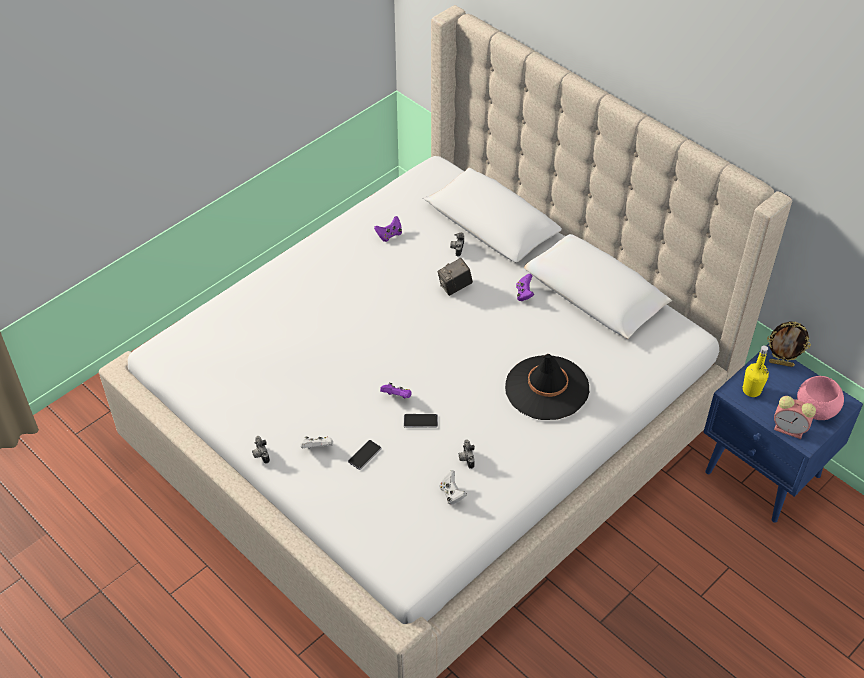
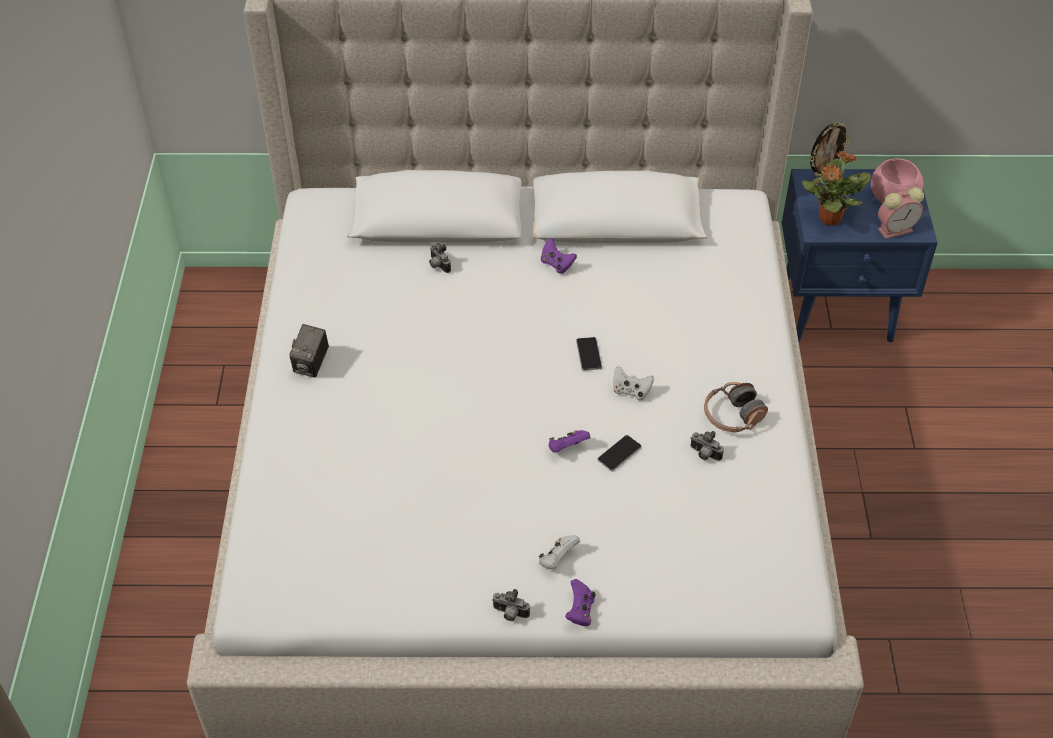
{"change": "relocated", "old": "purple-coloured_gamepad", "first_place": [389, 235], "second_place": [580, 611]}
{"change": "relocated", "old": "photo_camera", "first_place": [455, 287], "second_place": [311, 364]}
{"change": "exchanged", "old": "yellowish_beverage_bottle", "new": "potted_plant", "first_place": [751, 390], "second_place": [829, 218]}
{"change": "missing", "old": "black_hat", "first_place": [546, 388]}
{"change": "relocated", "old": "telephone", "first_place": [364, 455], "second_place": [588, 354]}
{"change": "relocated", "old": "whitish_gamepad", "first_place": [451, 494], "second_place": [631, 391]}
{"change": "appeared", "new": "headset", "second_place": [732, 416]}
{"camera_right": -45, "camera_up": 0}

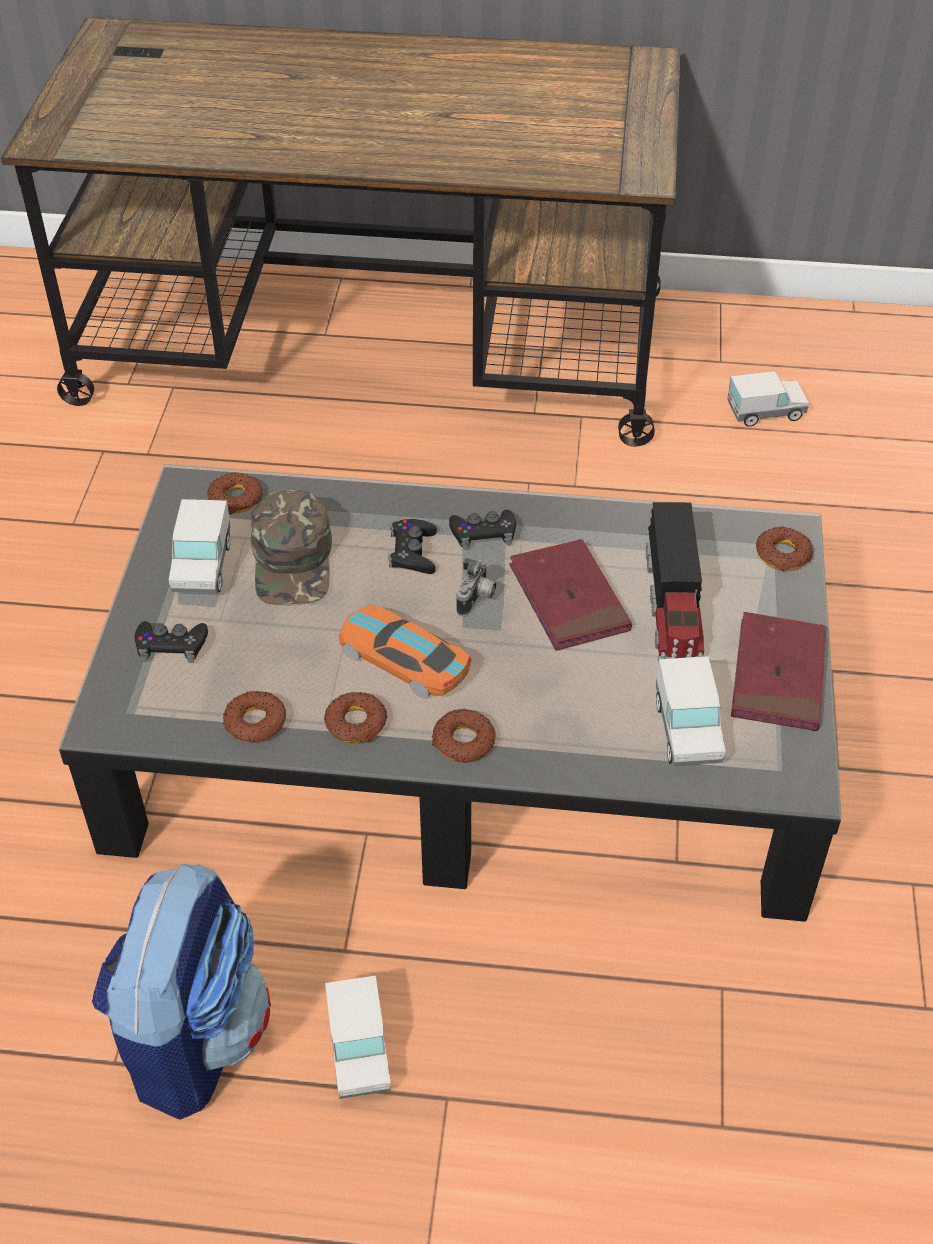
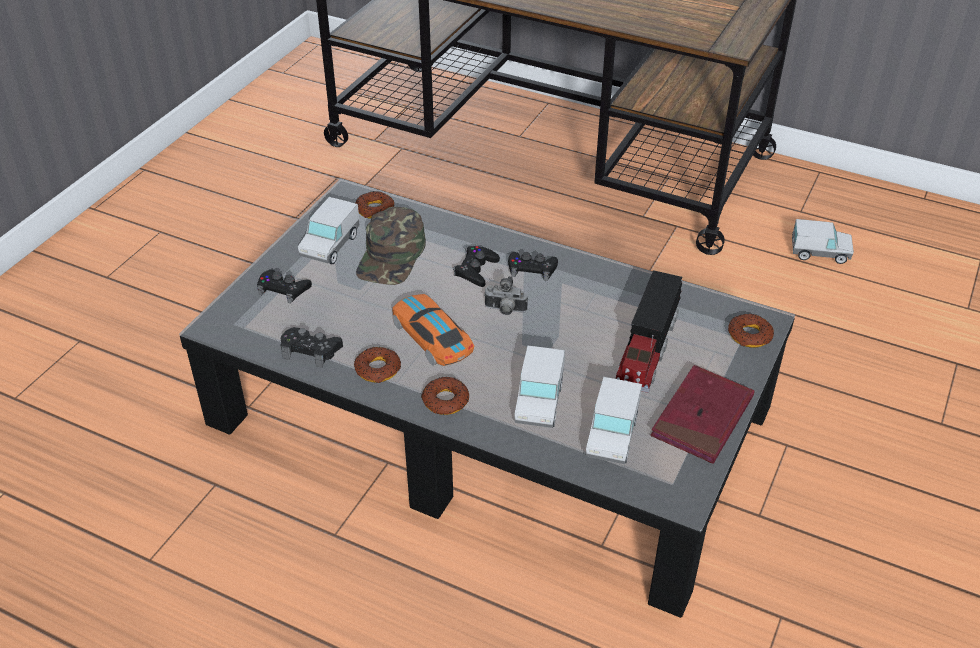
{"change": "missing", "old": "red-coloured_volume", "first_place": [569, 599]}
{"change": "spun", "old": "photo_camera", "first_place": [477, 599], "second_place": [505, 311], "degrees": 60}
{"change": "exchanged", "old": "donut", "new": "black_gamepad", "first_place": [255, 722], "second_place": [311, 351]}
{"change": "missing", "old": "backpack", "first_place": [193, 1035]}
{"change": "relocated", "old": "model_truck", "first_place": [359, 1052], "second_place": [539, 403]}
{"camera_right": 20, "camera_up": -5}

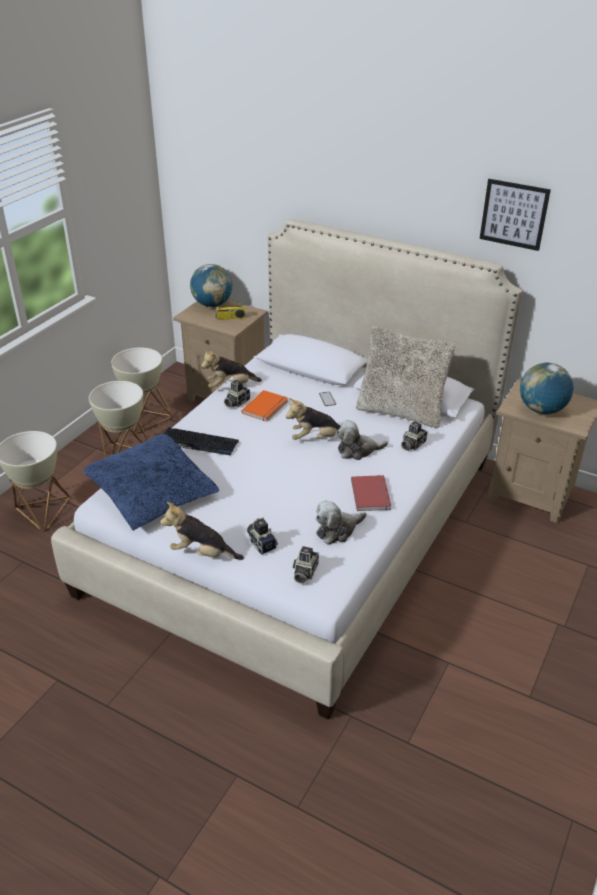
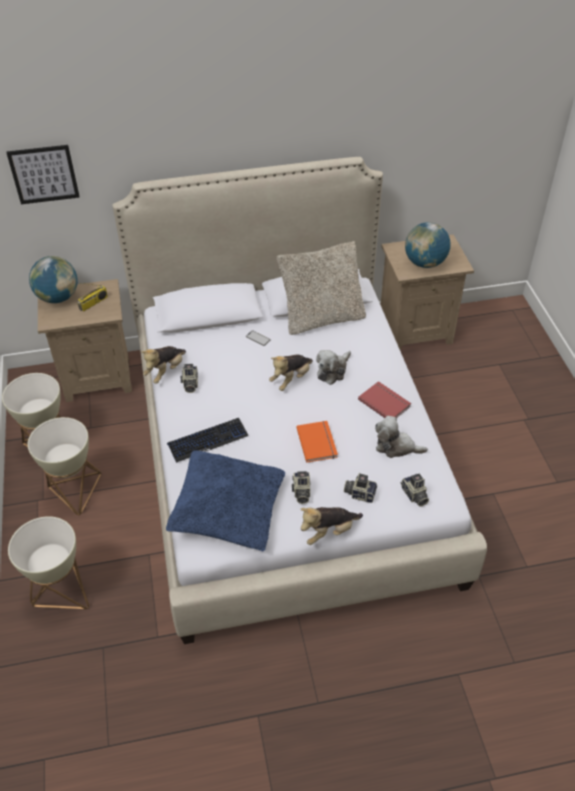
{"change": "relocated", "old": "wall_picture", "first_place": [514, 214], "second_place": [44, 174]}
{"change": "relocated", "old": "orangey_volume", "first_place": [266, 407], "second_place": [318, 442]}
{"change": "relocated", "old": "photo_camera", "first_place": [412, 444], "second_place": [301, 492]}
{"change": "spun", "old": "plush_toy", "first_place": [337, 530], "second_place": [396, 446], "degrees": 90}
{"camera_right": -40, "camera_up": 10}

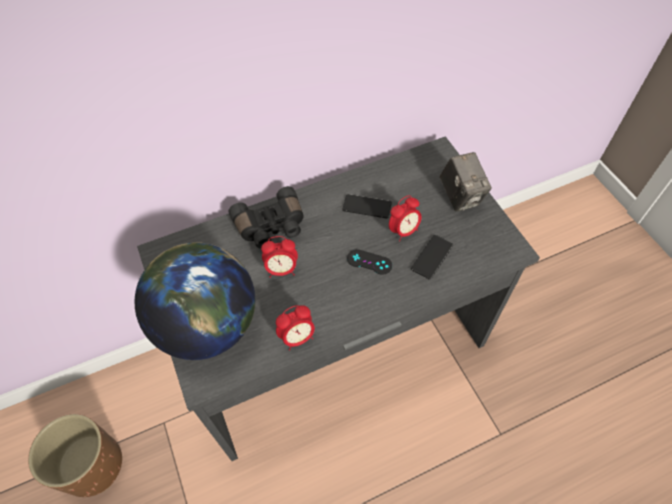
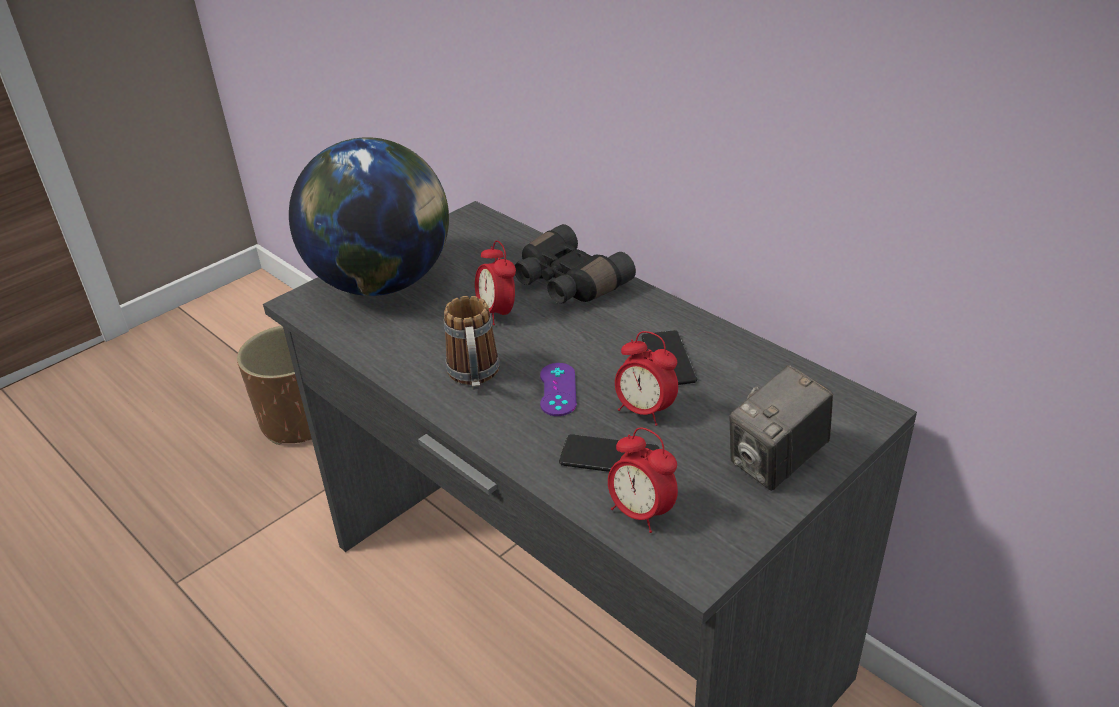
{"change": "colour", "old": "black_gamepad", "new": "purple-coloured_gamepad", "first_place": [369, 262], "second_place": [558, 389]}
{"change": "relocated", "old": "table_clock", "first_place": [297, 337], "second_place": [641, 513]}
{"change": "appeared", "new": "mug", "second_place": [474, 377]}
{"camera_right": 70, "camera_up": -20}

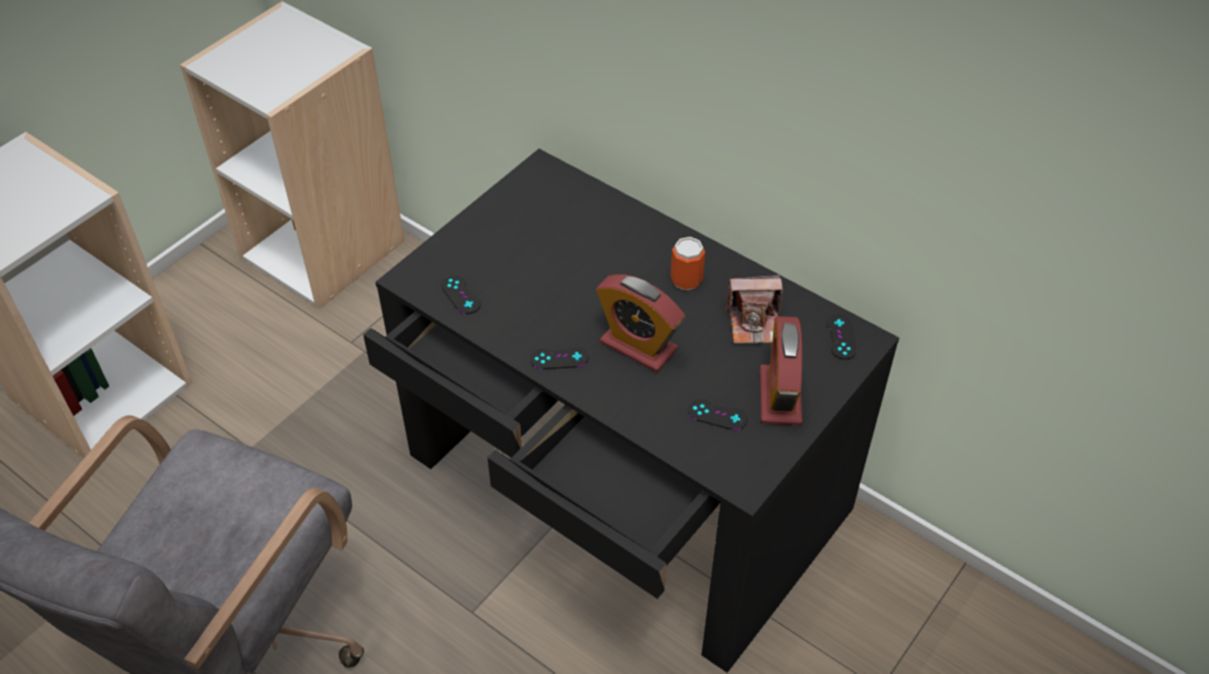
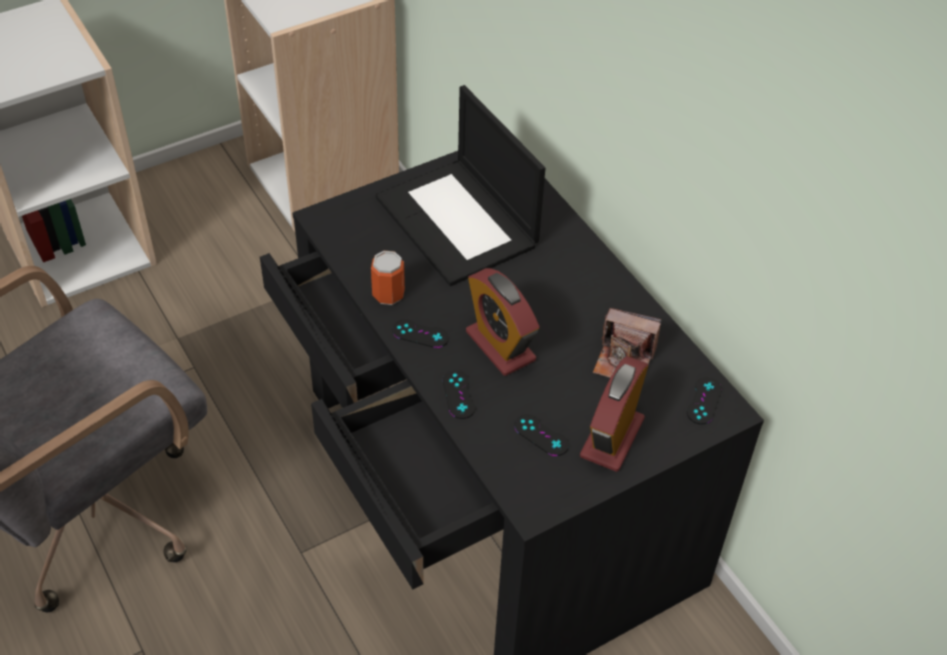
{"change": "relocated", "old": "metal_can", "first_place": [686, 280], "second_place": [388, 294]}
{"change": "relocated", "old": "black_gamepad", "first_place": [460, 295], "second_place": [459, 394]}
{"change": "appeared", "new": "notebook_computer", "second_place": [459, 222]}
{"camera_right": 20, "camera_up": 0}

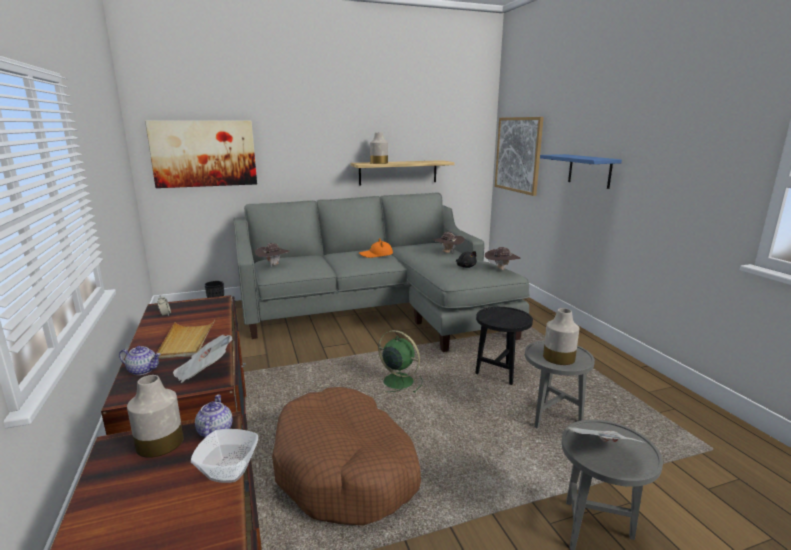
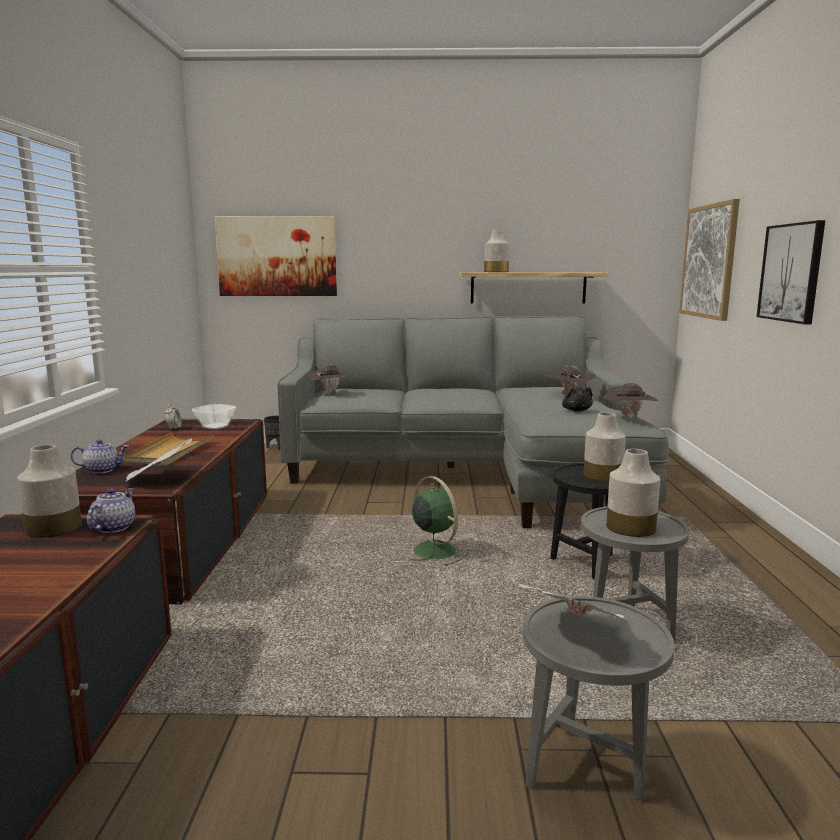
{"change": "exchanged", "old": "bluish_shelf", "new": "wall_picture", "first_place": [589, 171], "second_place": [791, 272]}
{"change": "missing", "old": "orangey_hat", "first_place": [376, 254]}
{"change": "spun", "old": "tea_pot", "first_place": [143, 370], "second_place": [102, 470], "degrees": -45}
{"change": "missing", "old": "brown_dog_bed", "first_place": [346, 469]}
{"change": "relocated", "old": "deep_dish", "first_place": [229, 471], "second_place": [215, 426]}
{"change": "appeared", "new": "beige-coloured_vase", "second_place": [603, 475]}
{"camera_right": 20, "camera_up": -5}

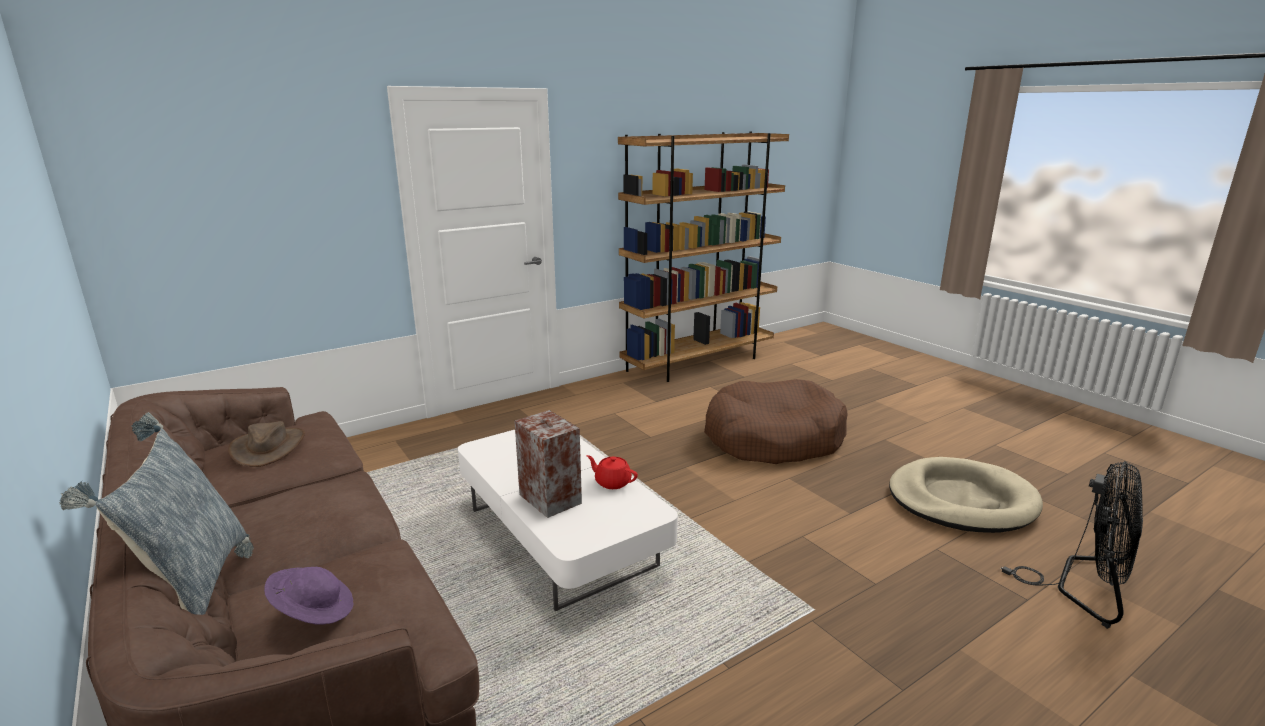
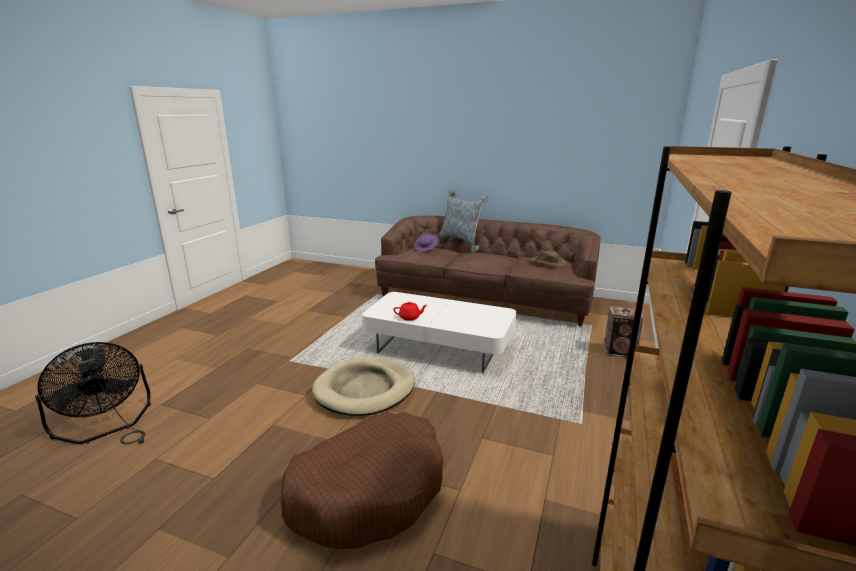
{"change": "relocated", "old": "speaker", "first_place": [549, 498], "second_place": [620, 352]}
{"change": "relocated", "old": "beige-coloured_dog_bed", "first_place": [961, 500], "second_place": [365, 390]}
{"change": "spun", "old": "black_cooling_fan", "first_place": [1083, 584], "second_place": [110, 427], "degrees": 45}
{"camera_right": 145, "camera_up": 0}

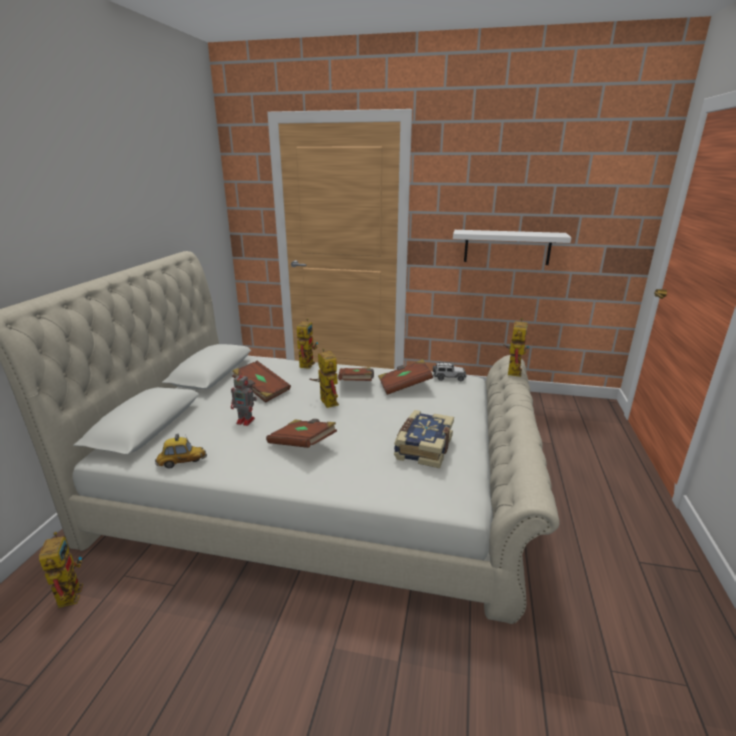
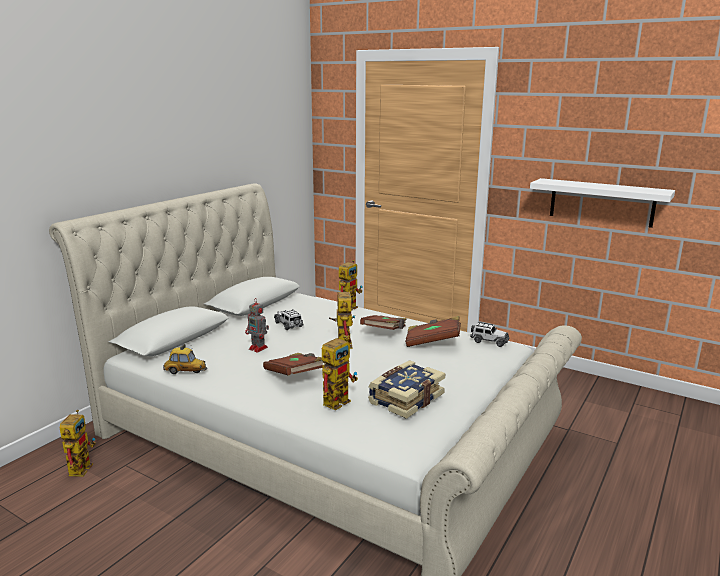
{"change": "relocated", "old": "robot_figure", "first_place": [512, 370], "second_place": [338, 399]}
{"change": "exchanged", "old": "brown_volume", "new": "miniature_car", "first_place": [261, 391], "second_place": [289, 325]}
{"camera_right": 20, "camera_up": -5}

